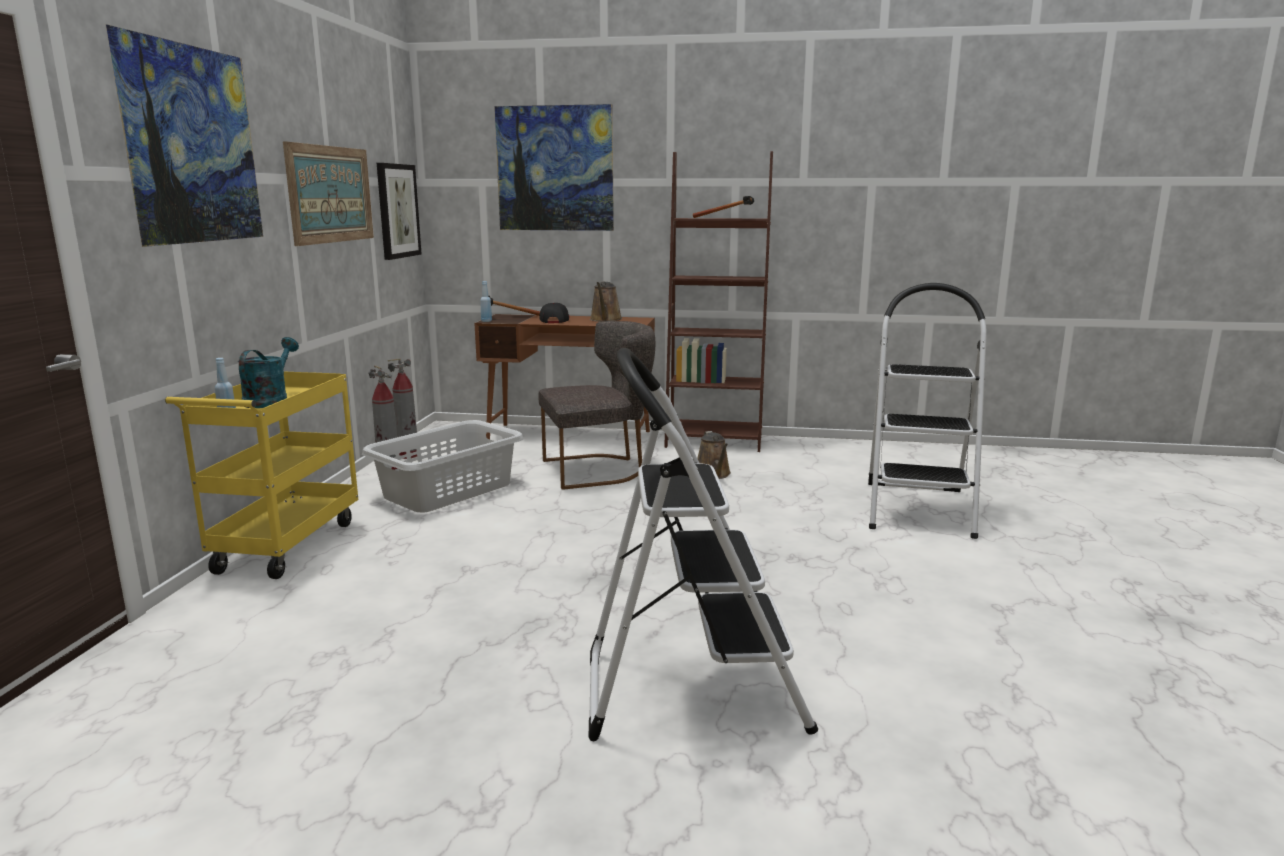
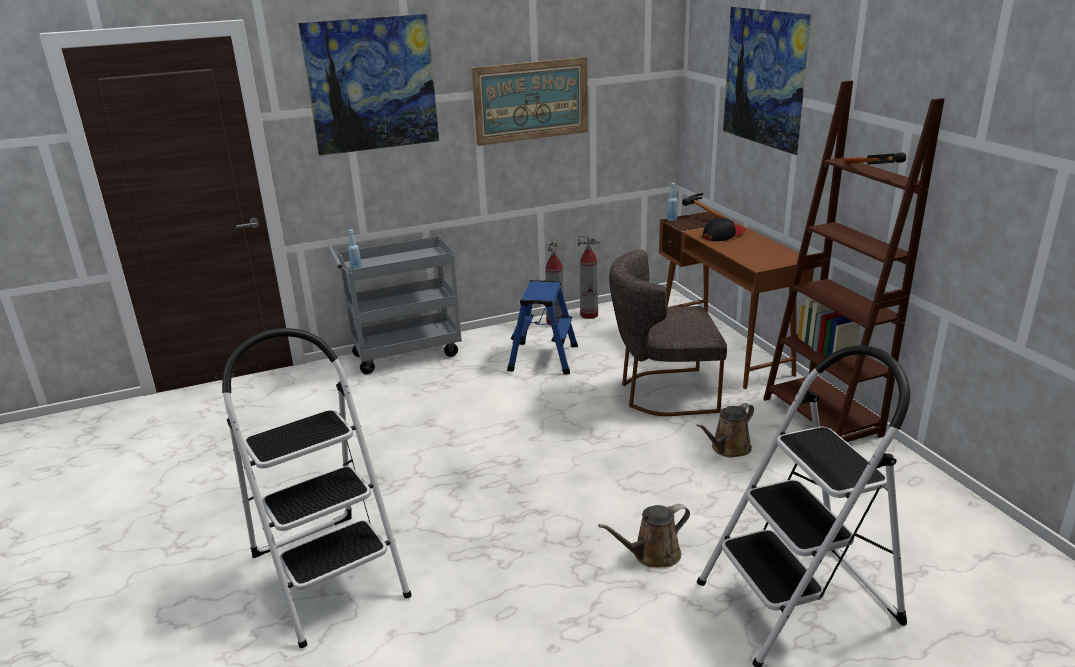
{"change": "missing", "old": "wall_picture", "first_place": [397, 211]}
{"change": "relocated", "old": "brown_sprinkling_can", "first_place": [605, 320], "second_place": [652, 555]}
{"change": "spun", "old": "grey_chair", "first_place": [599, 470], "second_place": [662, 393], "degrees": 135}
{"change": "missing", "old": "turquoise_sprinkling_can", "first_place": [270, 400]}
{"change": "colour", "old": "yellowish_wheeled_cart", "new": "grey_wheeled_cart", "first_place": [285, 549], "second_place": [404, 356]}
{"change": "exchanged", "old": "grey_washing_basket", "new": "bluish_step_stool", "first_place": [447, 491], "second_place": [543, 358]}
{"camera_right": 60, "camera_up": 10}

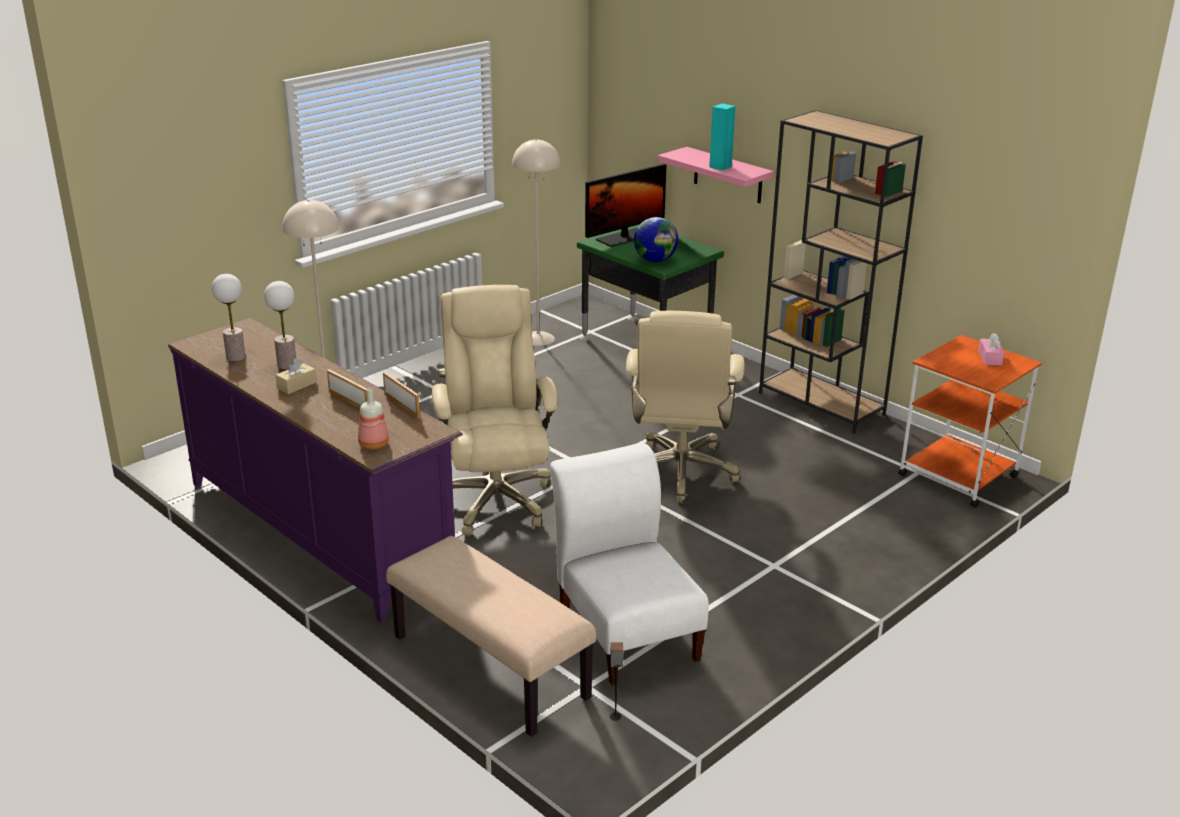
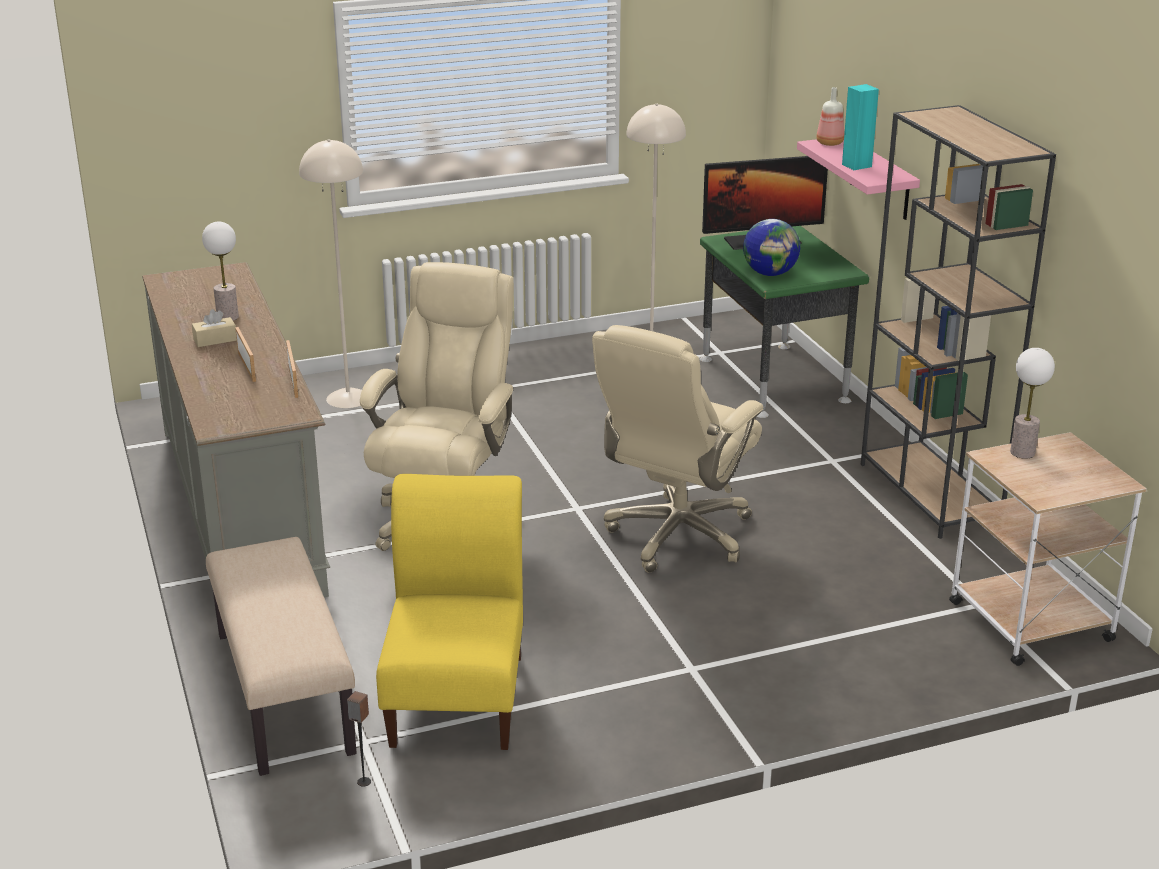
{"change": "relocated", "old": "table_lamp", "first_place": [235, 357], "second_place": [1022, 452]}
{"change": "colour", "old": "purple-coloured_cabinet", "new": "grey_cabinet", "first_place": [319, 529], "second_place": [242, 507]}
{"change": "missing", "old": "pinkish_box_of_tissues", "first_place": [990, 358]}
{"change": "colour", "old": "orangey_wheeled_cart", "new": "beige-coloured_wheeled_cart", "first_place": [957, 477], "second_place": [1028, 622]}
{"change": "relocated", "old": "beverage_bottle", "first_place": [374, 445], "second_place": [829, 143]}
{"change": "colour", "old": "whitish_chair", "new": "yellowish_chair", "first_place": [626, 630], "second_place": [458, 695]}
{"camera_right": 25, "camera_up": 0}

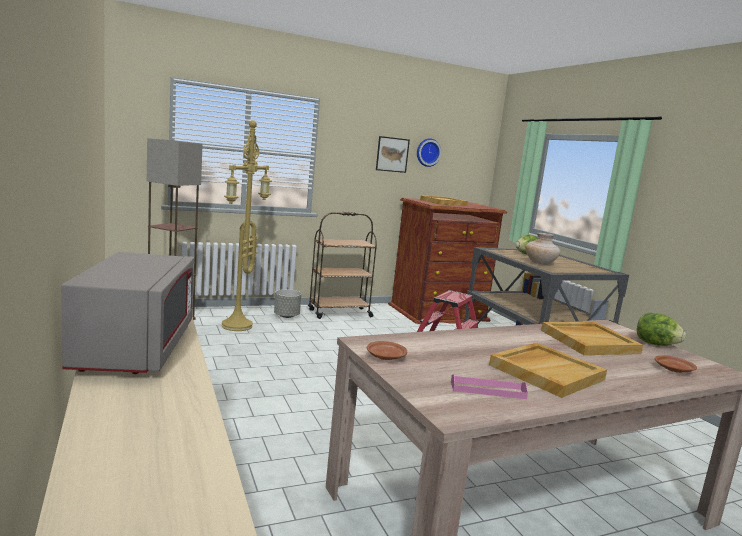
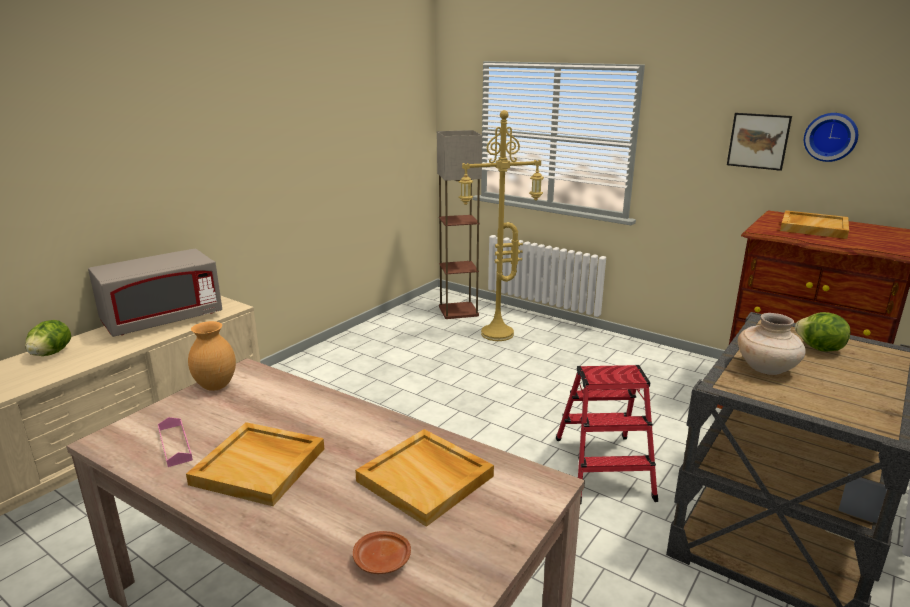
{"change": "missing", "old": "brown_wheeled_cart", "first_place": [339, 313]}
{"change": "missing", "old": "grey_flower_pot", "first_place": [286, 316]}
{"change": "relocated", "old": "lettuce", "first_place": [655, 344], "second_place": [51, 353]}
{"change": "exchanged", "old": "brown_flat_dish", "new": "brown_vase", "first_place": [385, 356], "second_place": [217, 386]}
{"camera_right": 60, "camera_up": 10}

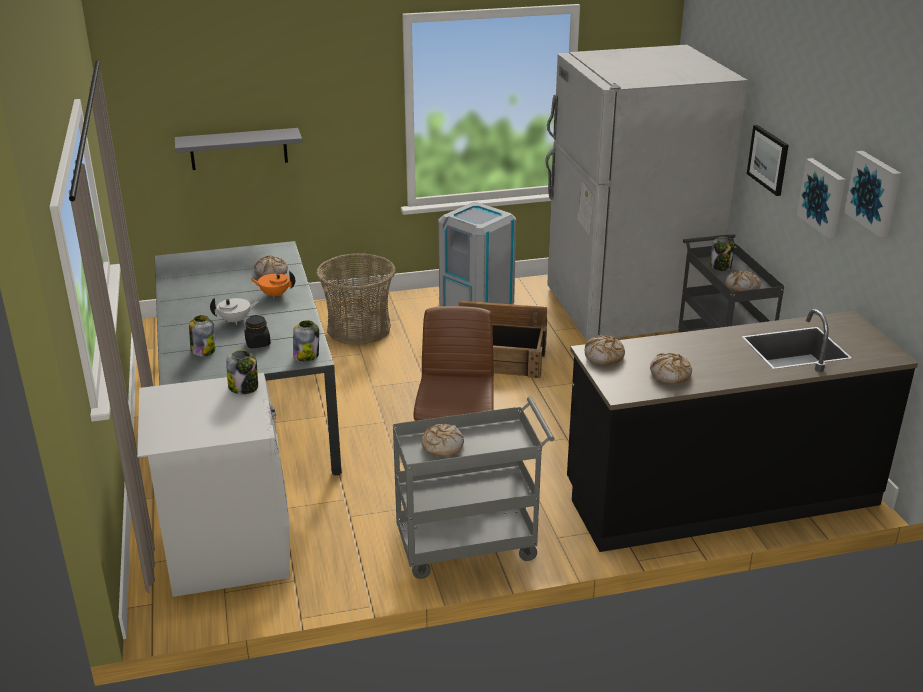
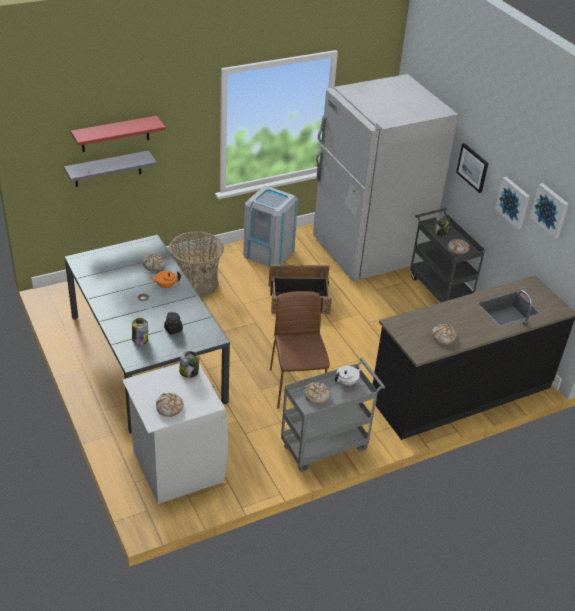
{"change": "relocated", "old": "whitish_tea_pot", "first_place": [235, 321], "second_place": [347, 382]}
{"change": "missing", "old": "jar", "first_place": [306, 355]}
{"change": "relocated", "old": "bread", "first_place": [603, 356], "second_place": [169, 407]}
{"change": "appeared", "new": "red-coloured_shelf", "second_place": [115, 134]}
{"camera_right": -15, "camera_up": 10}

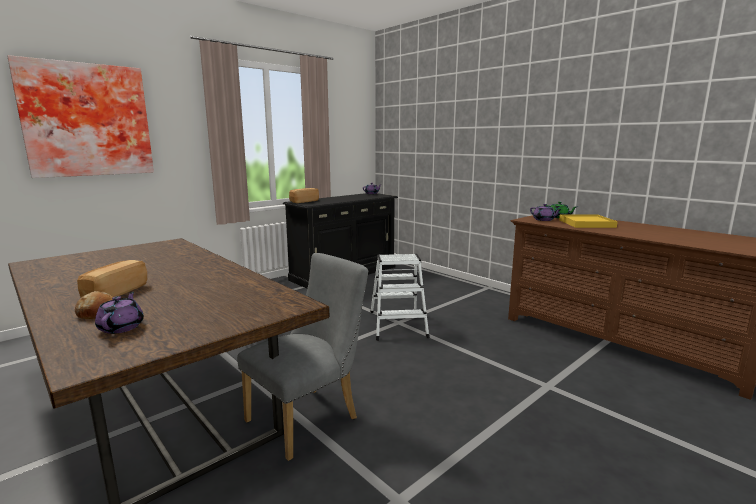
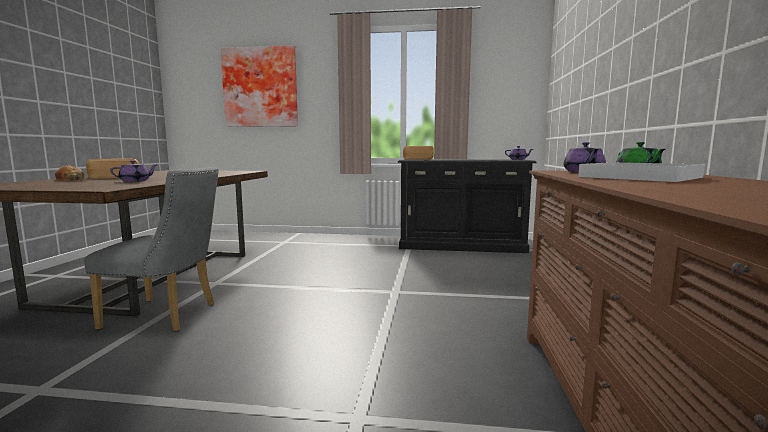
{"change": "colour", "old": "yellowish_tray", "new": "whitish_tray", "first_place": [586, 223], "second_place": [639, 177]}
{"change": "missing", "old": "whitish_step_stool", "first_place": [397, 323]}
{"change": "relocated", "old": "purple-coloured_tea_pot", "first_place": [122, 327], "second_place": [135, 181]}
{"camera_right": 50, "camera_up": -5}

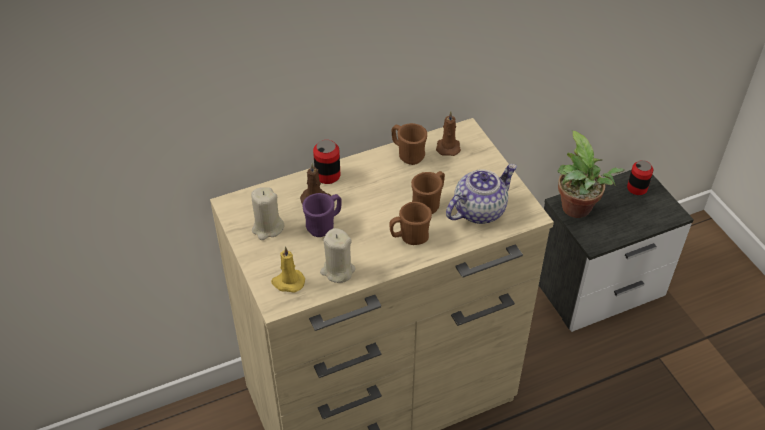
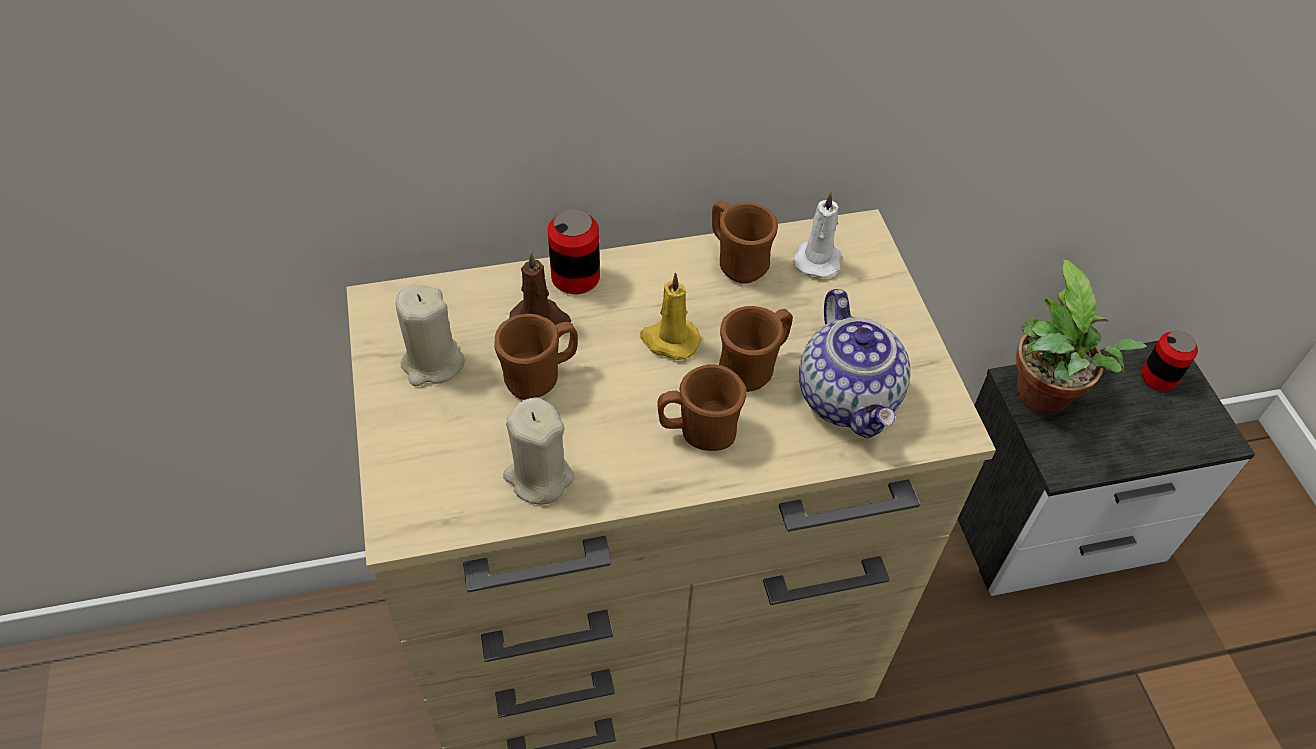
{"change": "colour", "old": "brown_wax_light", "new": "whitish_wax_light", "first_place": [448, 147], "second_place": [817, 259]}
{"change": "spun", "old": "tea_pot", "first_place": [479, 210], "second_place": [849, 398], "degrees": 105}
{"change": "colour", "old": "purple-coloured_mug", "new": "brown_mug", "first_place": [324, 225], "second_place": [540, 376]}
{"change": "relocated", "old": "yellowish_wax_light", "first_place": [288, 282], "second_place": [669, 340]}
{"camera_right": 10, "camera_up": 5}

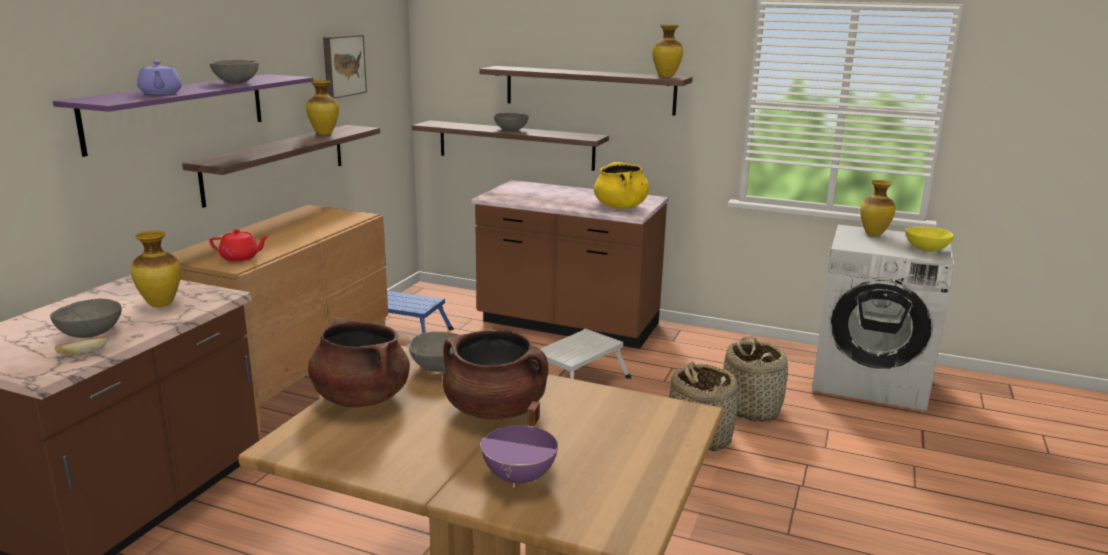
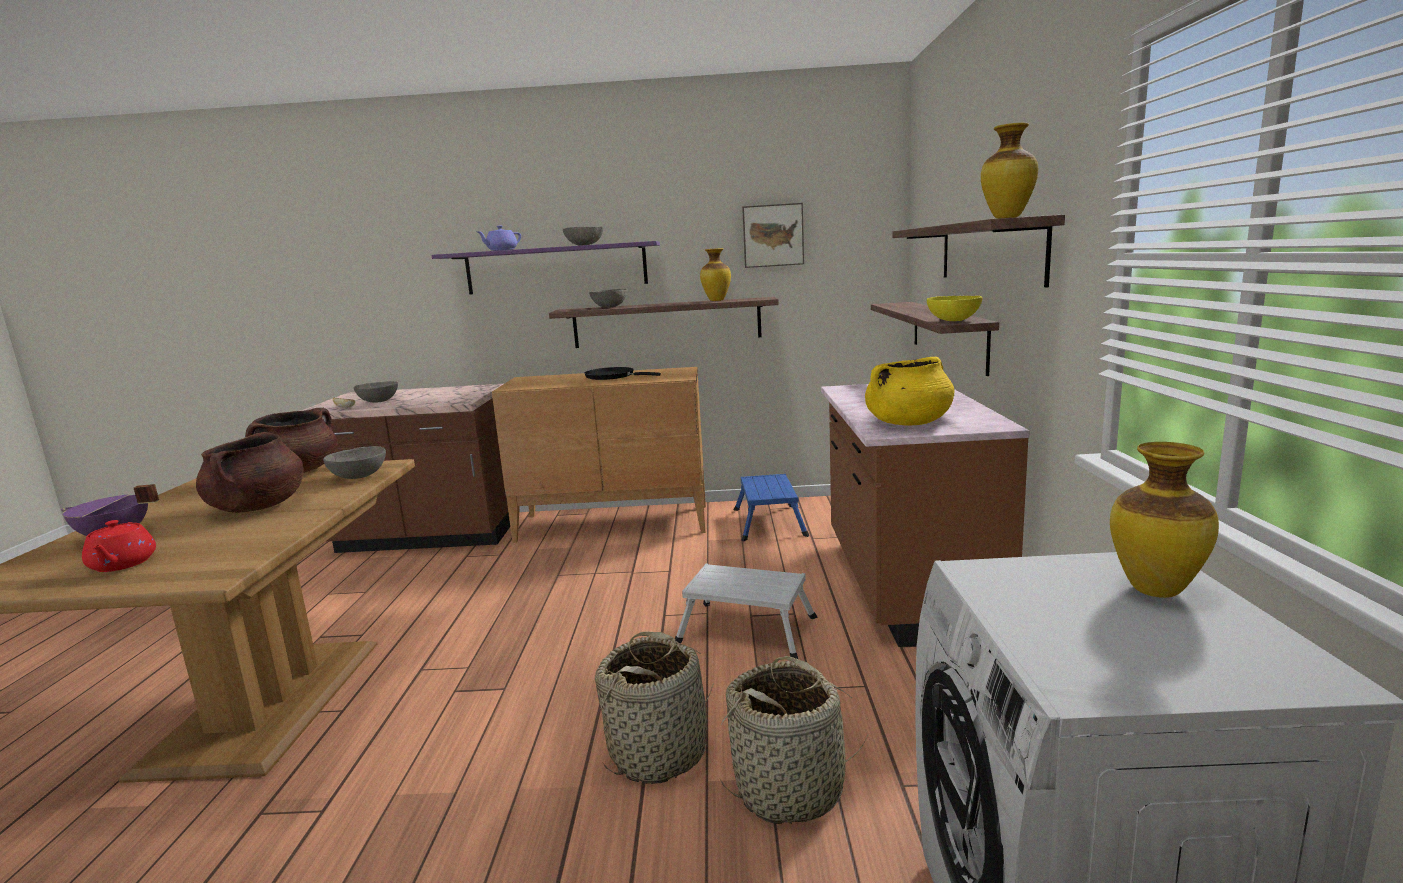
{"change": "relocated", "old": "grey_deep_dish", "first_place": [510, 130], "second_place": [610, 307]}
{"change": "relocated", "old": "yellowish_deep_dish", "first_place": [926, 249], "second_place": [952, 320]}
{"change": "relocated", "old": "red-coloured_tea_pot", "first_place": [241, 257], "second_place": [122, 564]}
{"change": "missing", "old": "vase", "first_place": [160, 304]}
{"change": "appeared", "new": "black_pan", "second_place": [613, 377]}
{"camera_right": 70, "camera_up": -5}

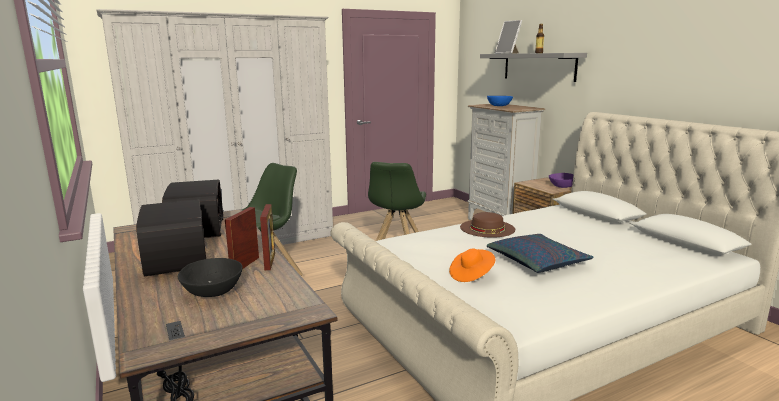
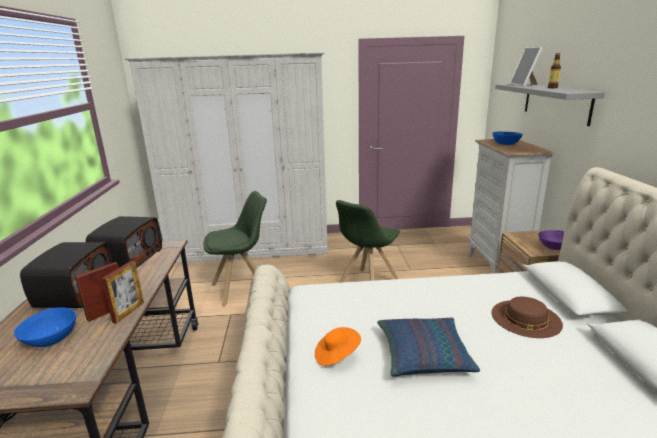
{"change": "relocated", "old": "brown_hat", "first_place": [487, 228], "second_place": [526, 318]}
{"change": "colour", "old": "black_deep_dish", "new": "bluish_deep_dish", "first_place": [213, 291], "second_place": [51, 339]}
{"camera_right": 25, "camera_up": 5}

